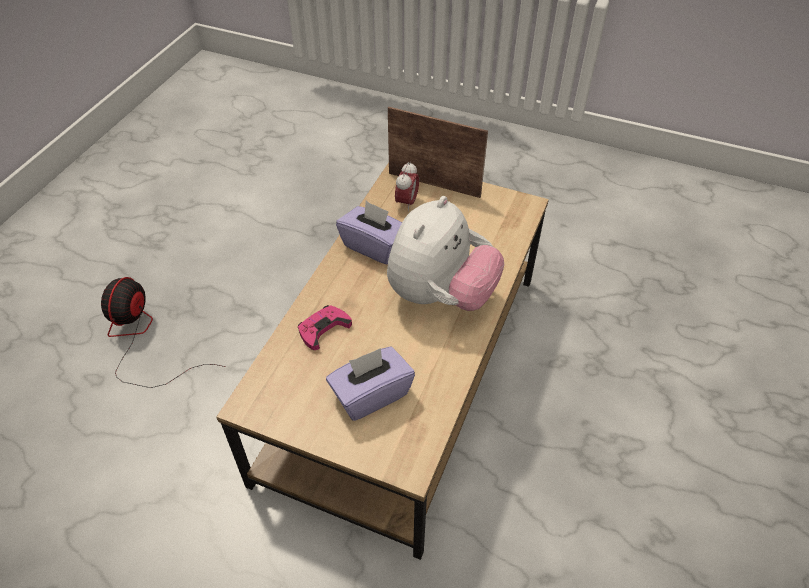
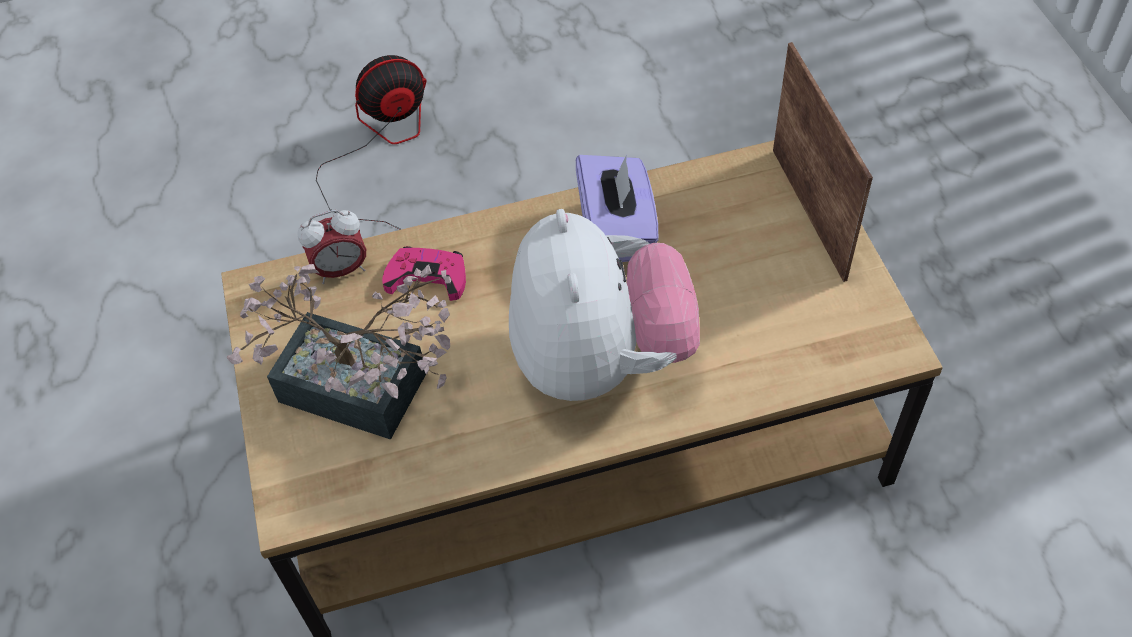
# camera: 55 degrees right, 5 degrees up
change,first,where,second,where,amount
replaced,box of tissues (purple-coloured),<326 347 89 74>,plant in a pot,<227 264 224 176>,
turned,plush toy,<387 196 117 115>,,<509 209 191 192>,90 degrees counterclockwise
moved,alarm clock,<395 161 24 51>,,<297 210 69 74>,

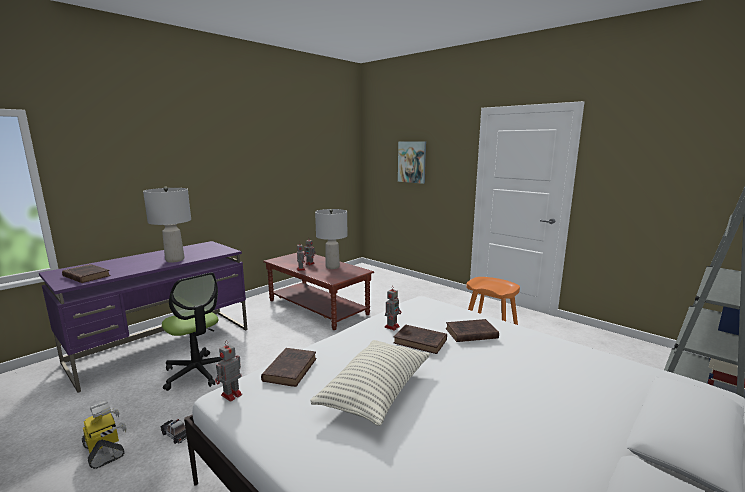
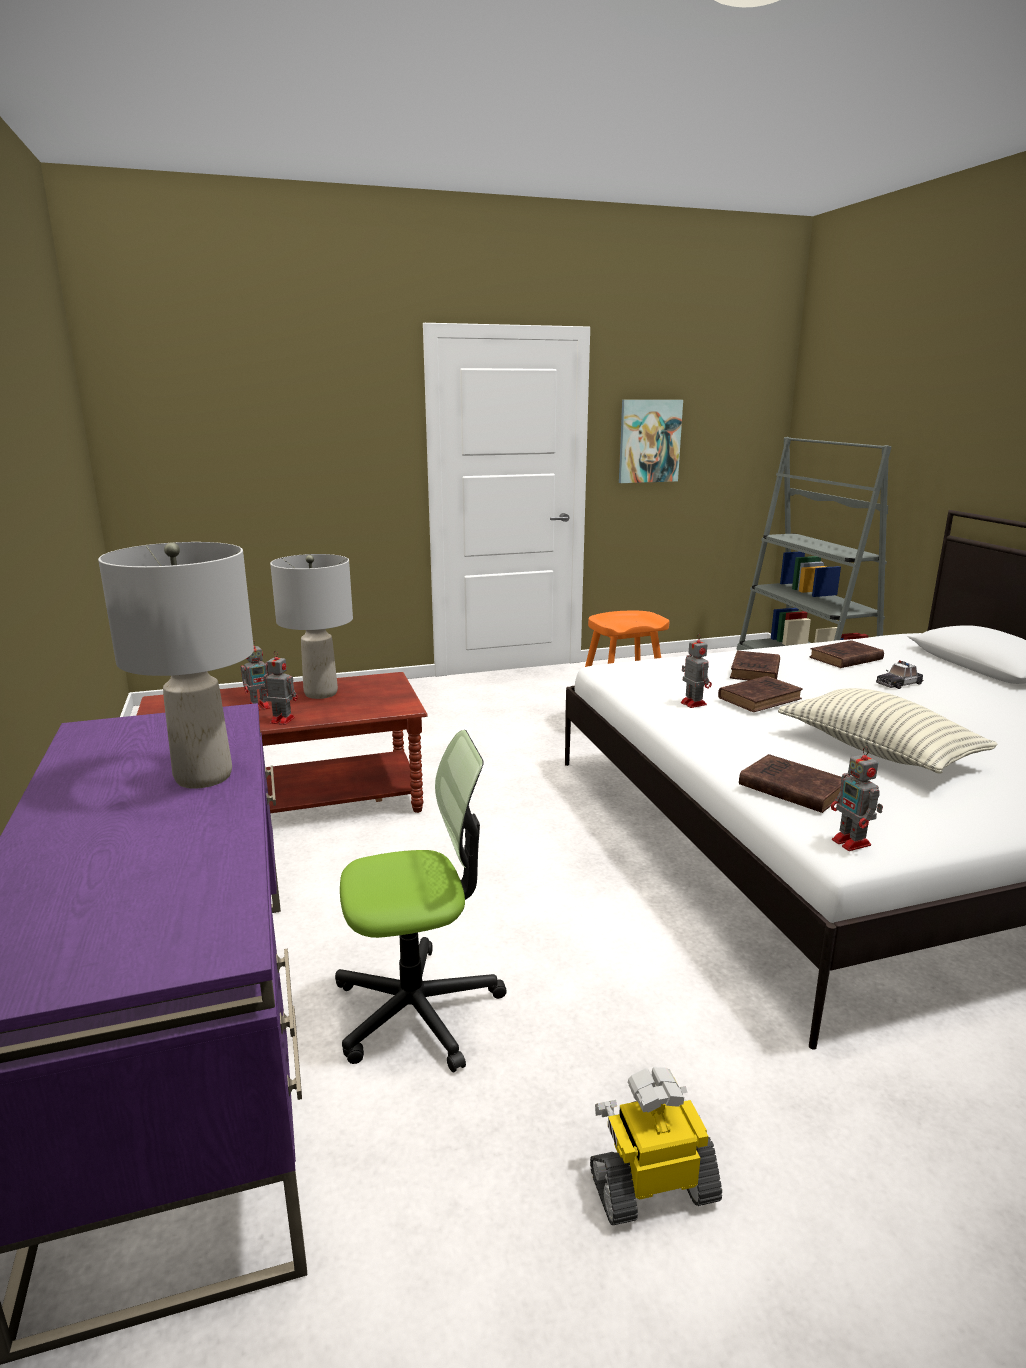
# camera: 60 degrees left, 5 degrees up
change,first,where,second,where,amount
moved,bound book (brown-coloured),<62 264 49 19>,,<809 640 75 28>,
moved,toy car,<161 419 26 25>,,<876 660 47 29>,
moved,wall picture,<398 141 28 43>,,<619 400 64 83>,

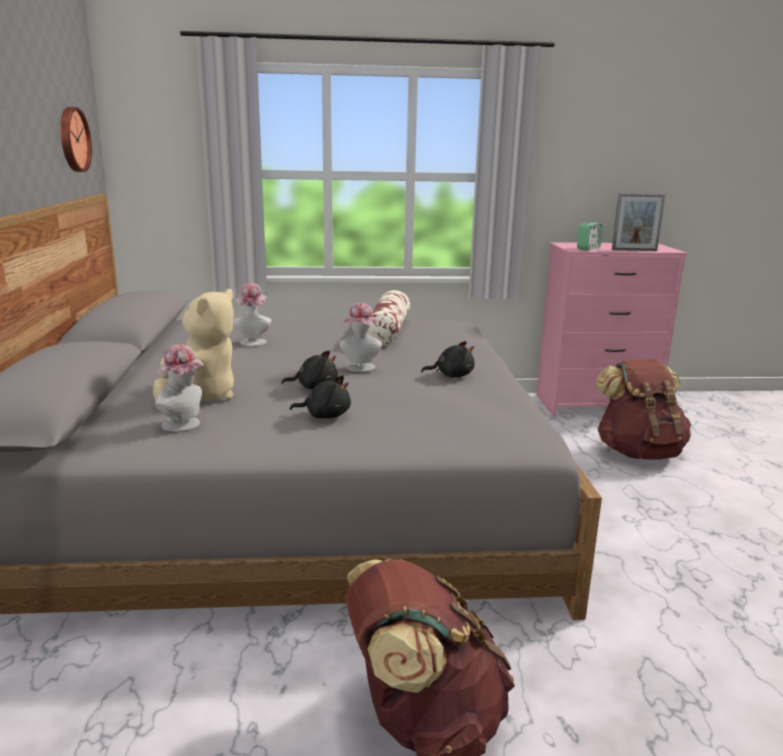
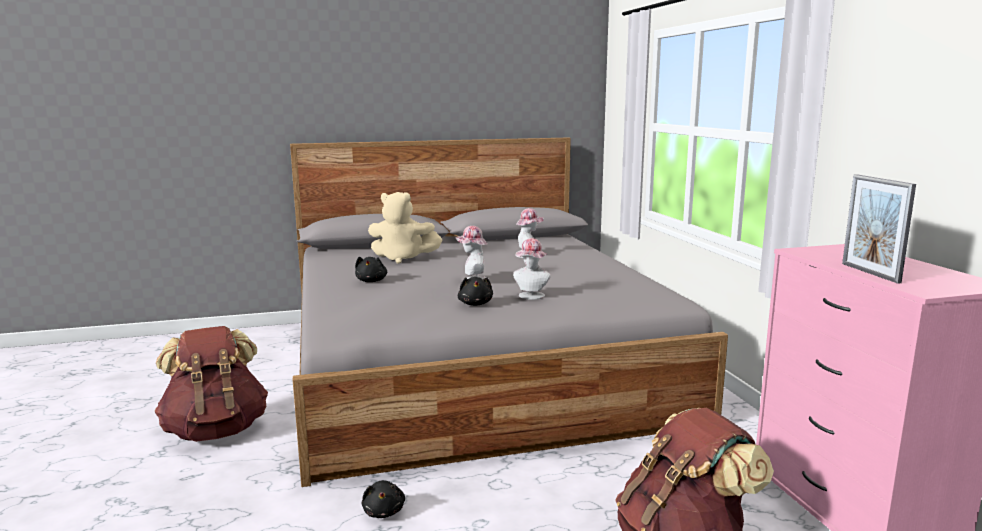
# camera: 80 degrees right, 5 degrees down
change,first,where,second,where,amount
removed,clock on the wall,<60 107 32 65>,,,
moved,clothing hat,<155 344 50 88>,,<513 238 38 62>,
moved,plush toy (black-coloured),<281 351 57 39>,,<362 480 43 38>,
removed,pillow,<368 290 42 56>,,,
removed,alarm clock,<577 223 25 28>,,,

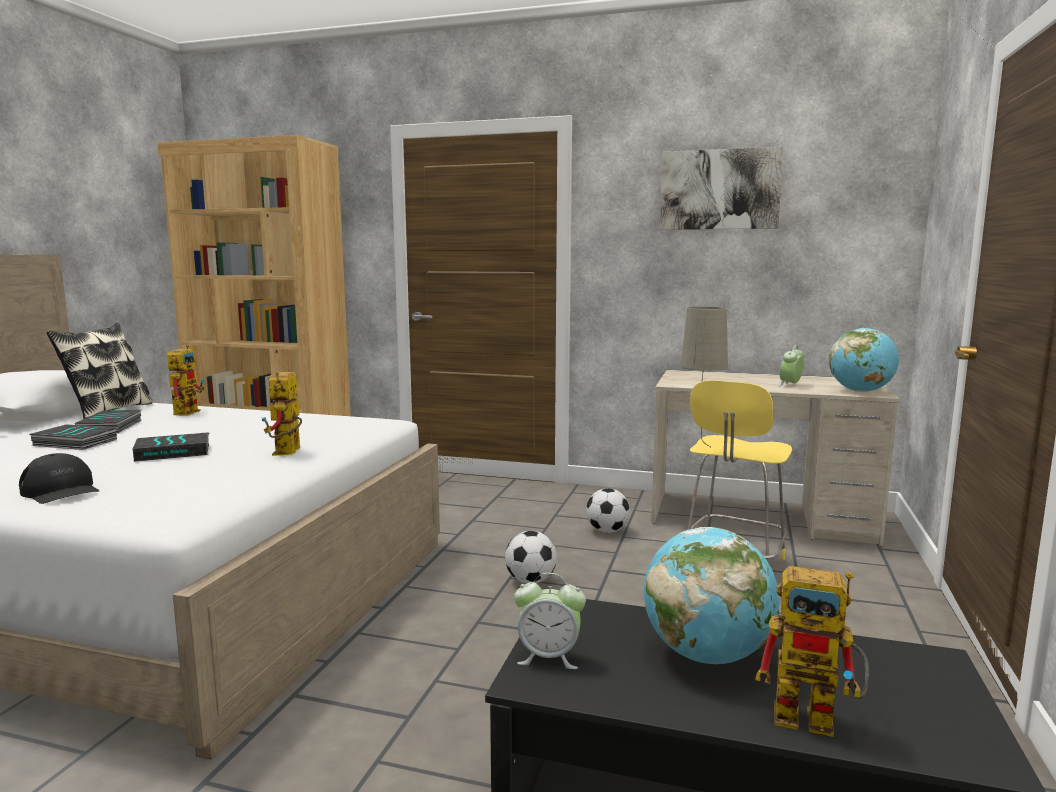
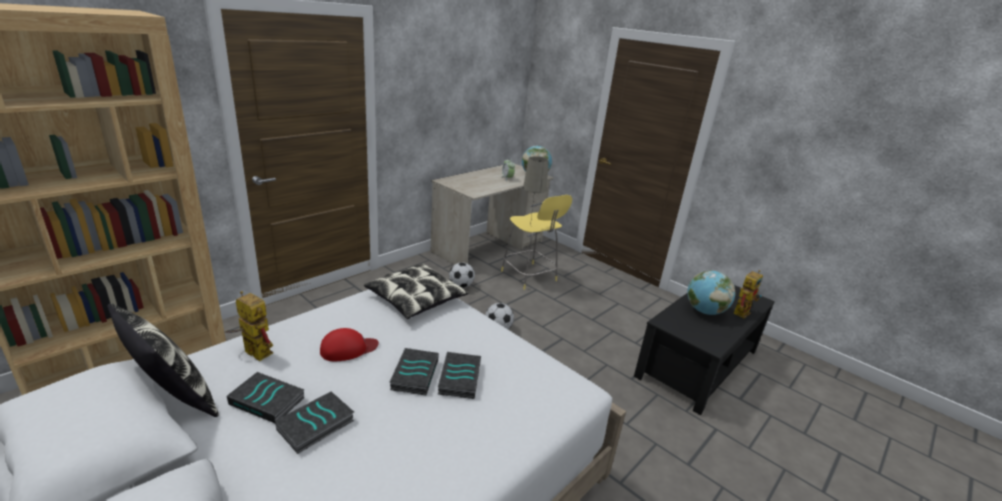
# camera: 65 degrees left, 15 degrees up
change,first,where,second,where,amount
removed,peaked cap (black-coloured),<19 453 81 51>,,,
removed,robot figure,<262 372 40 84>,,,
removed,alarm clock,<514 573 72 96>,,,
removed,wall picture,<660 147 124 83>,,,
added,,,peaked cap (red),<320 328 59 33>,
added,,,pillow,<364 263 104 56>,
added,,,bound book,<438 352 43 47>,

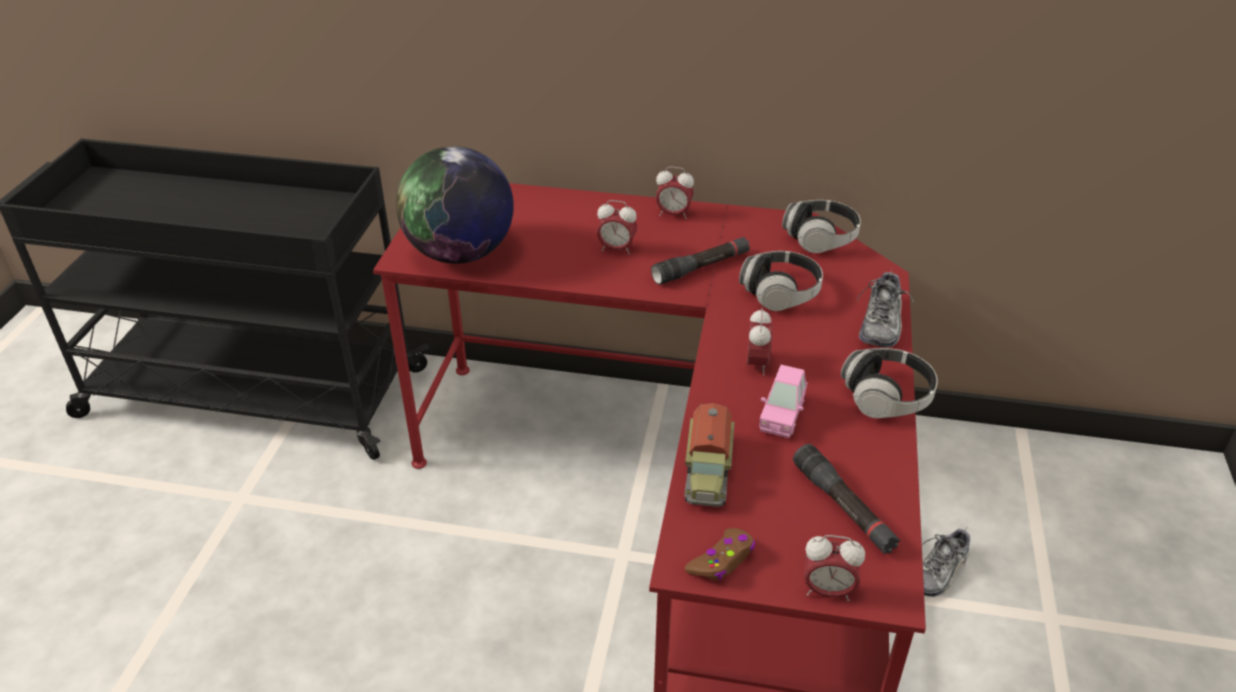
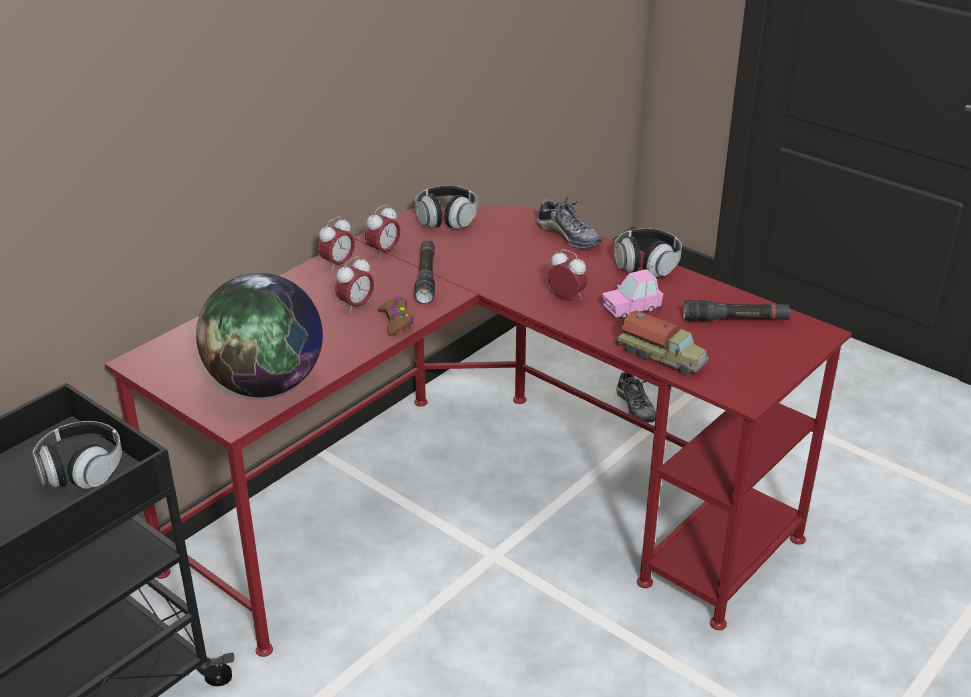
# camera: 60 degrees left, 5 degrees down
change,first,where,second,where,amount
moved,gamepad (brown-coloured),<685 528 70 52>,,<378 296 36 40>,
moved,headphones,<739 251 84 60>,,<32 421 90 68>,
turned,toy car (pinkish),<759 365 49 73>,,<602 269 61 50>,105 degrees clockwise
moved,alarm clock,<804 535 61 66>,,<365 205 35 54>,

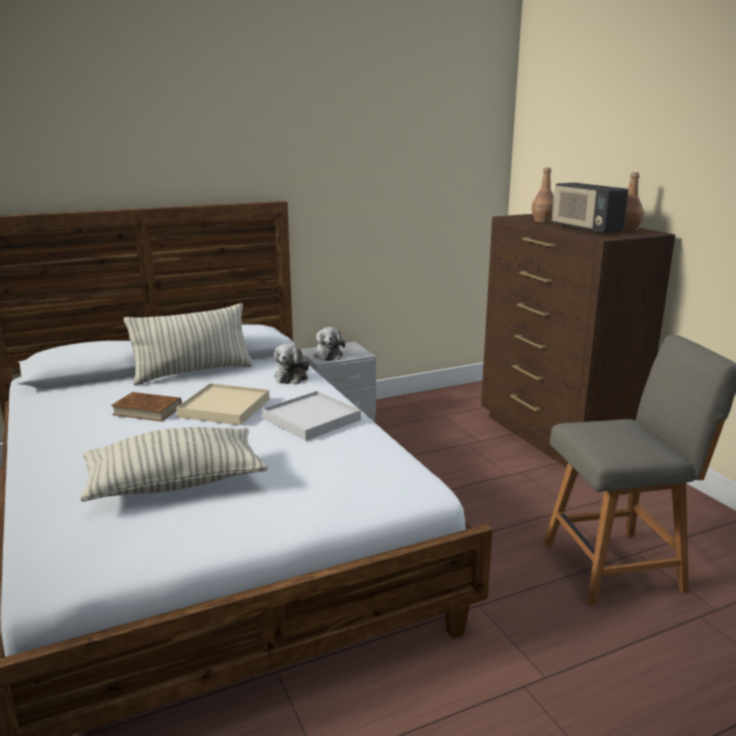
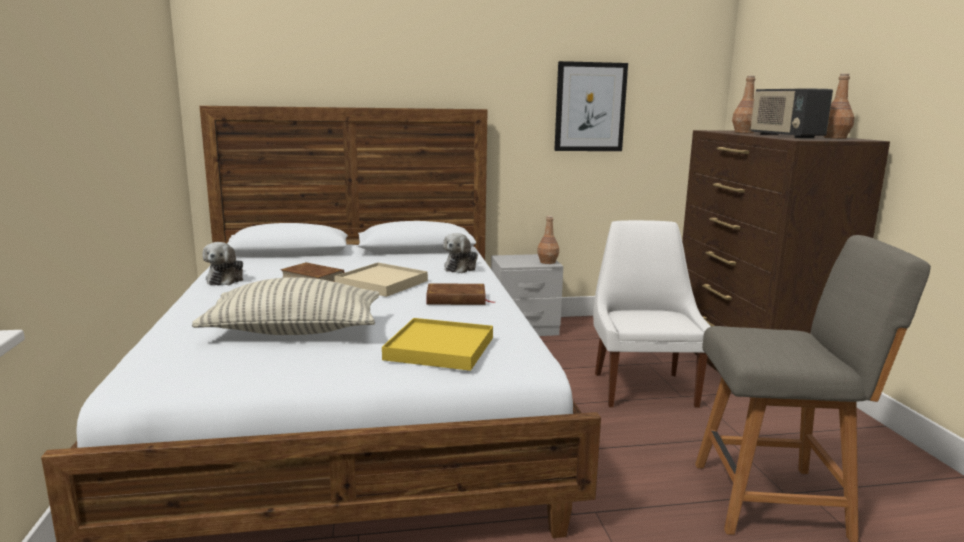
# camera: 15 degrees right, 5 degrees down
change,first,where,second,where,amount
removed,pillow,<124 303 129 82>,,,
replaced,tray (whitish),<262 391 99 50>,bound book (brown-coloured),<426 283 69 22>,
moved,plush toy,<313 327 32 34>,,<203 242 40 43>,
added,,,tray (yellow),<382 318 111 53>,
added,,,drink bottle (brown-coloured),<537 216 22 48>,
added,,,wall picture,<554 61 74 90>,
added,,,plain chair (whitish),<593 220 118 188>,

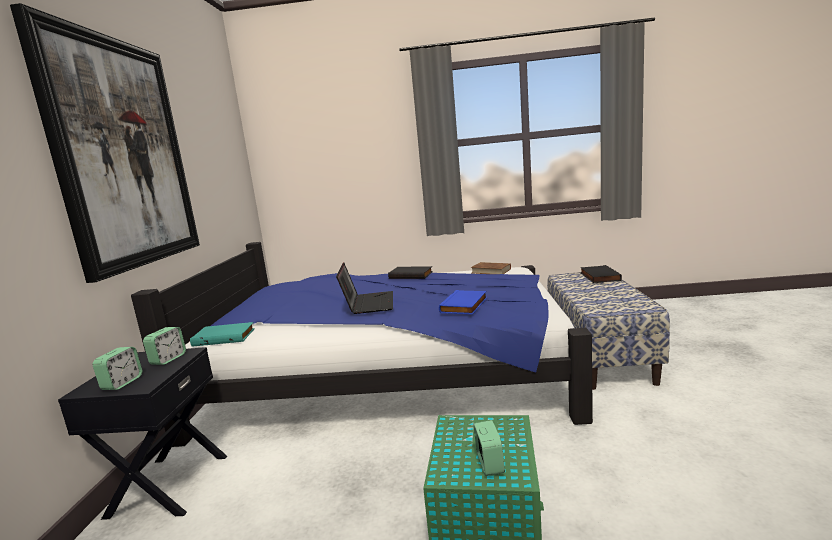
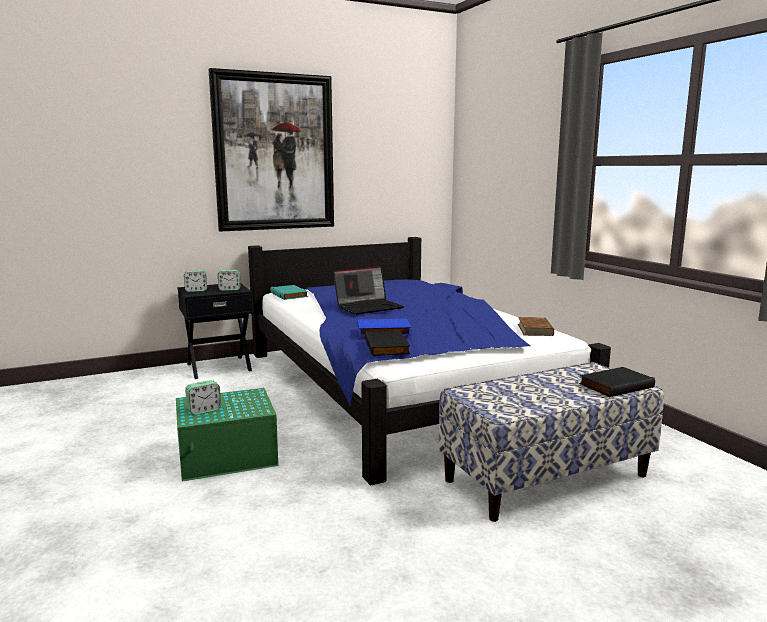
# camera: 60 degrees right, 0 degrees up
change,first,where,second,where,amount
moved,bound book (black-coloured),<388 266 45 13>,,<365 331 45 25>,

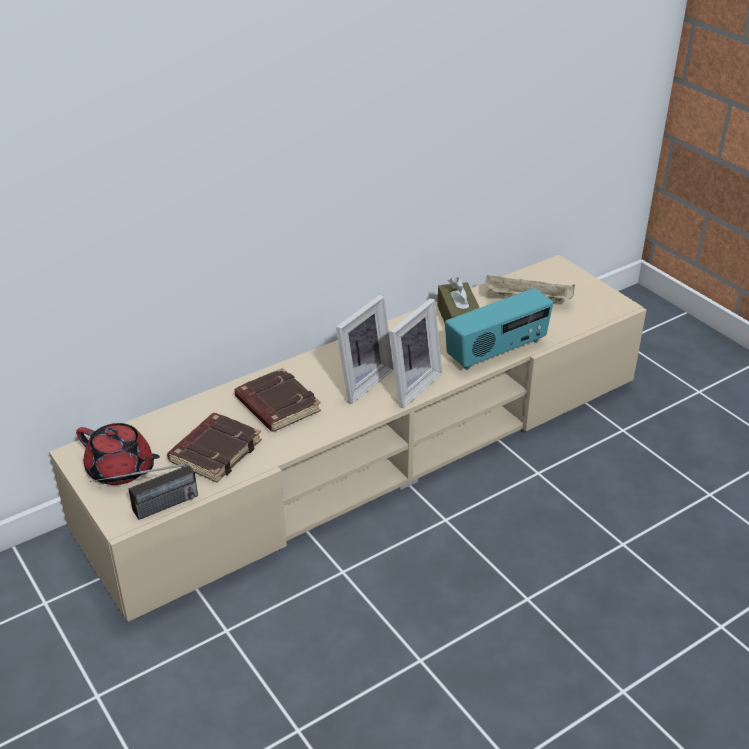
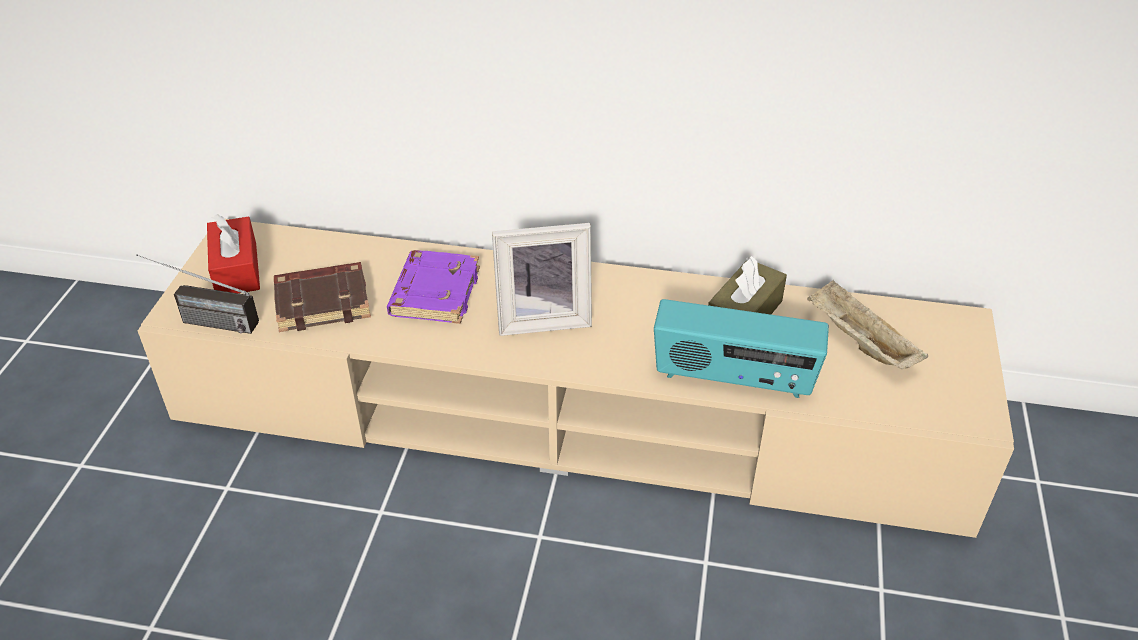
# camera: 45 degrees right, 5 degrees up
change,first,where,second,where,amount
replaced,tea pot (red),<76 423 84 62>,box of tissues (red),<207 214 53 79>,
recoloured,bound book (brown-coloured),<234 368 87 64>,bound book (purple-coloured),<387 250 93 74>,
removed,photo frame,<389 298 53 110>,,,

